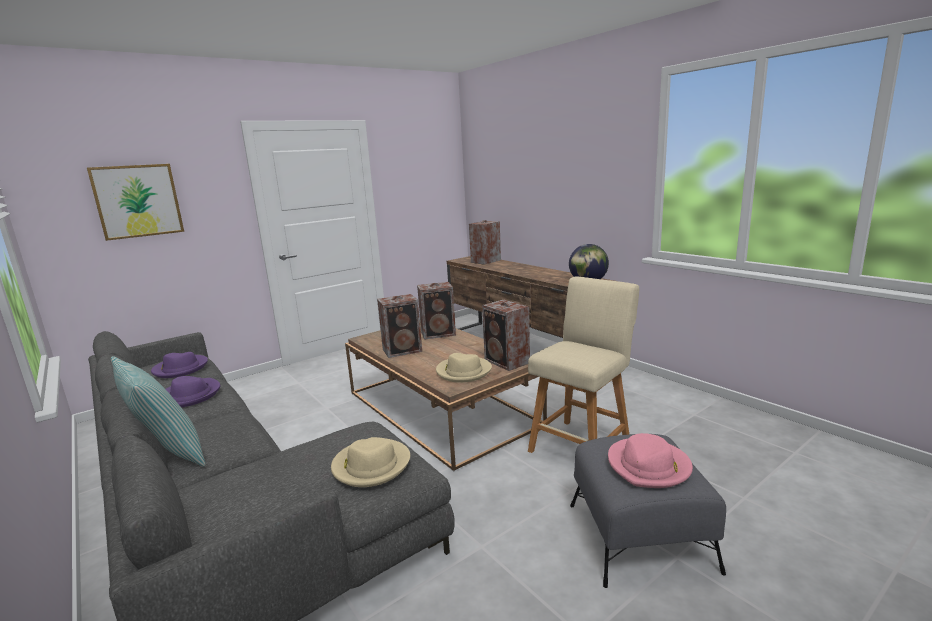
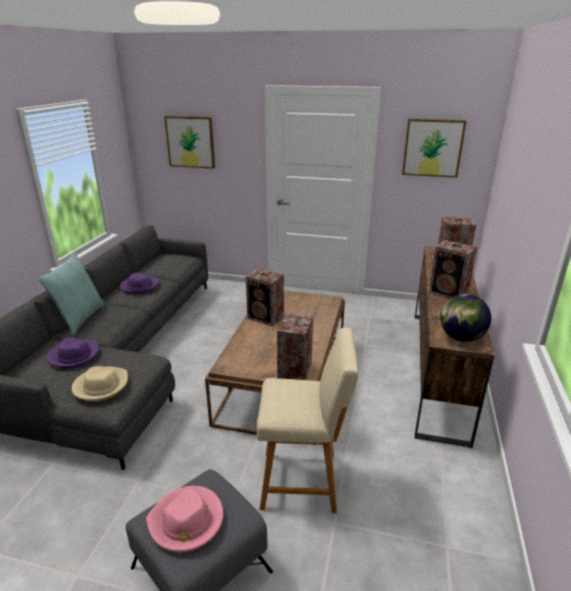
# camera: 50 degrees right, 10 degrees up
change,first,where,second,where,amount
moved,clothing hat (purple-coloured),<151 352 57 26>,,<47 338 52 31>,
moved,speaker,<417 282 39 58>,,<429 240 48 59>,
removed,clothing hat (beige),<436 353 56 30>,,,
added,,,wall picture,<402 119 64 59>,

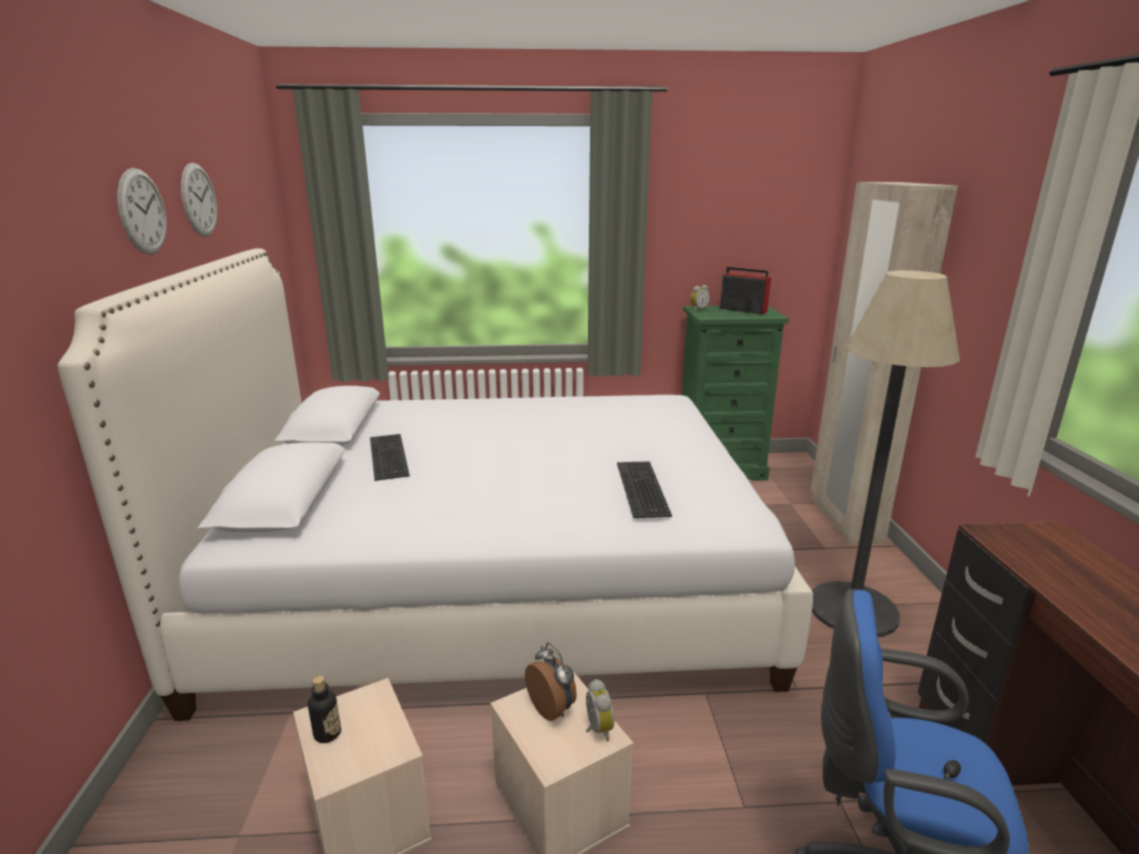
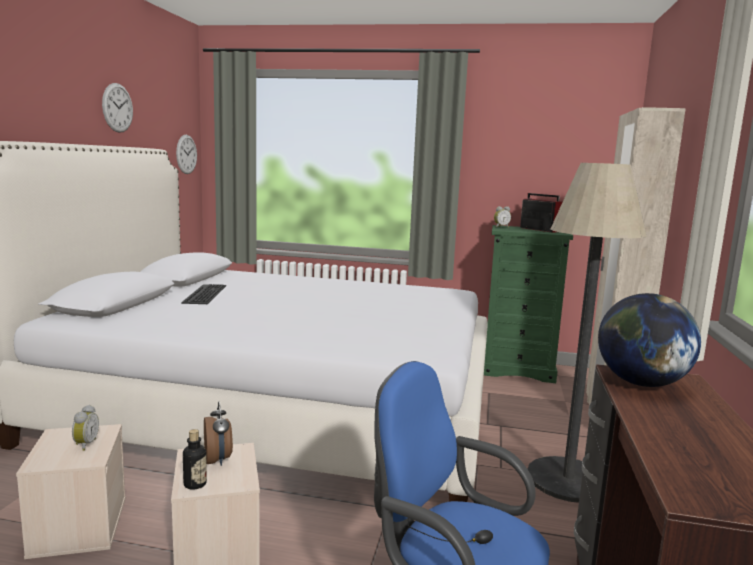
# camera: 15 degrees right, 10 degrees down
change,first,where,second,where,amount
moved,clock on the wall,<117 168 50 87>,,<176 135 21 39>,
moved,drink bottle,<308 676 33 67>,,<183 429 24 61>,
moved,alarm clock,<586 679 28 62>,,<72 405 27 46>,
removed,PC keyboard,<617 461 55 57>,,,
added,,,desk globe,<598 293 103 94>,

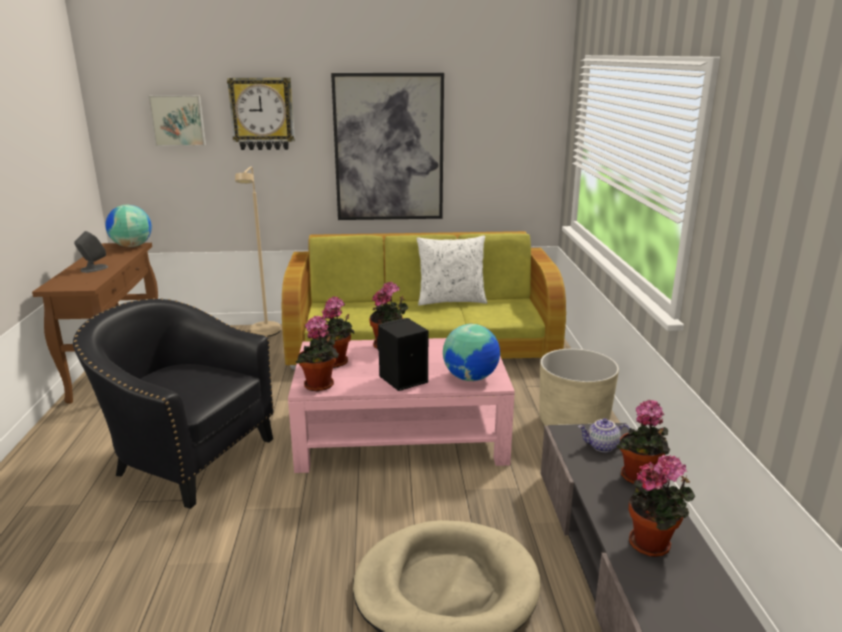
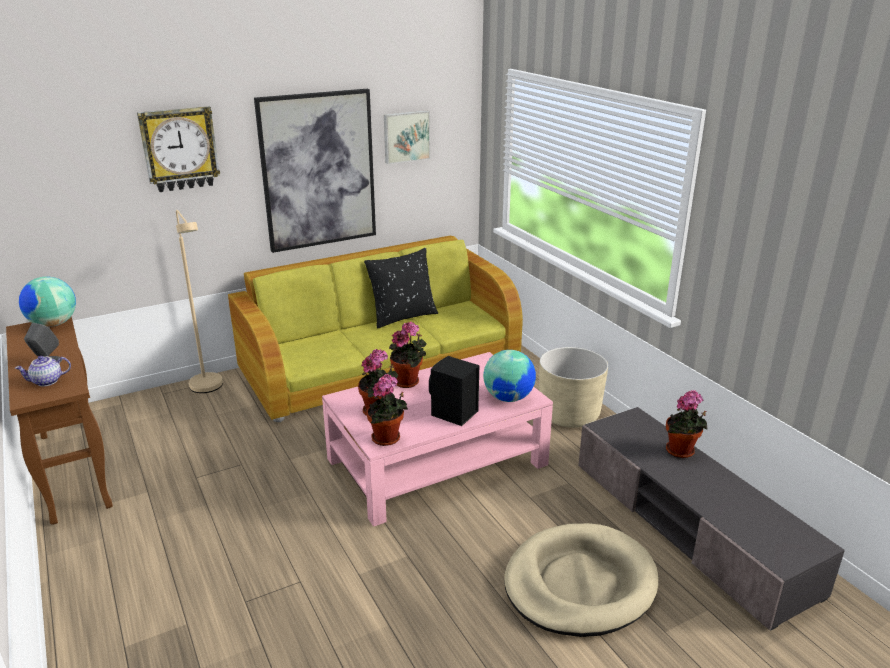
# camera: 25 degrees left, 5 degrees up
change,first,where,second,where,amount
removed,lounge chair (black-coloured),<73 298 201 211>,,,
moved,wall picture,<148 95 58 51>,,<384 110 46 54>,
recoloured,pillow (whitish),<417 235 70 71>,pillow (black-coloured),<364 248 74 80>,
moved,tea pot,<578 418 52 34>,,<15 356 56 30>,
removed,plant in a pot,<629 455 66 102>,,,

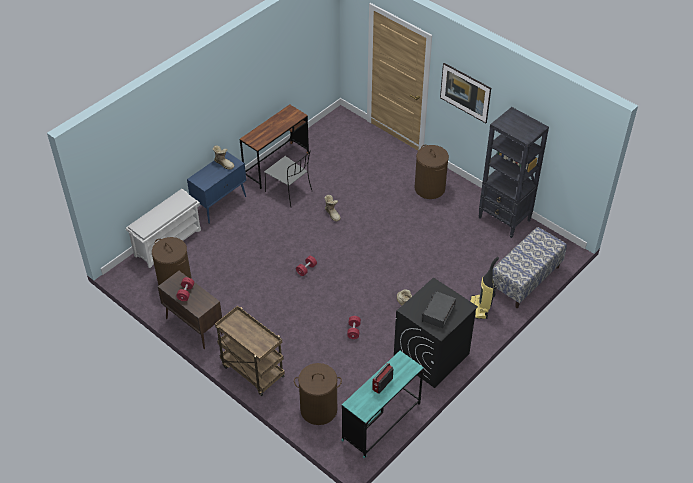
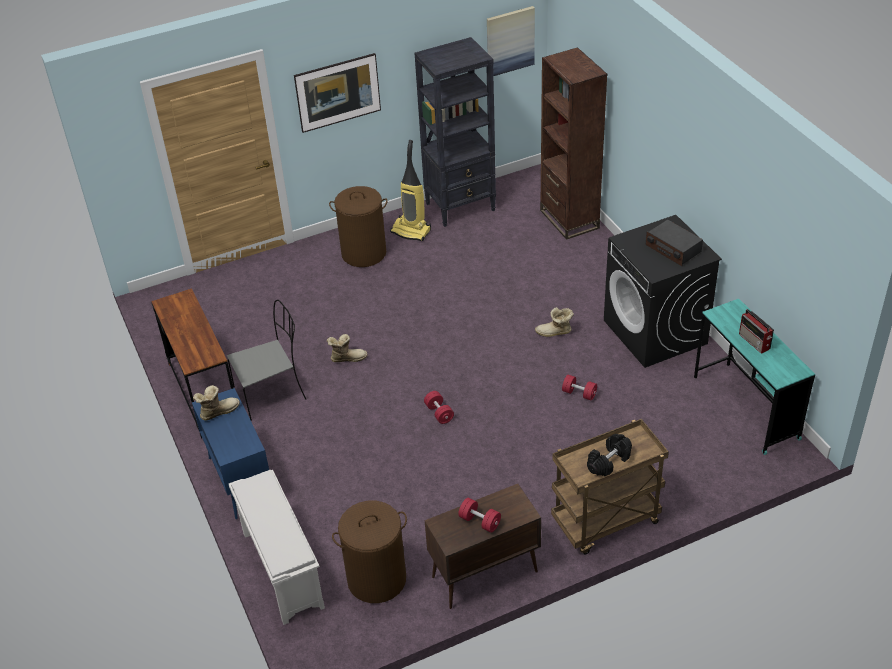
# camera: 65 degrees left, 5 degrees down
change,first,where,second,where,amount
removed,hamper (brown-coloured),<294 363 48 62>,,,
moved,hoover,<470 257 29 62>,,<390 140 41 101>,
replaced,long seat,<493 227 74 81>,bookshelf (brown-coloured),<540 47 67 193>,
added,,,wall picture,<487 6 48 70>,
added,,,hand weight (black-coloured),<587 434 45 42>,

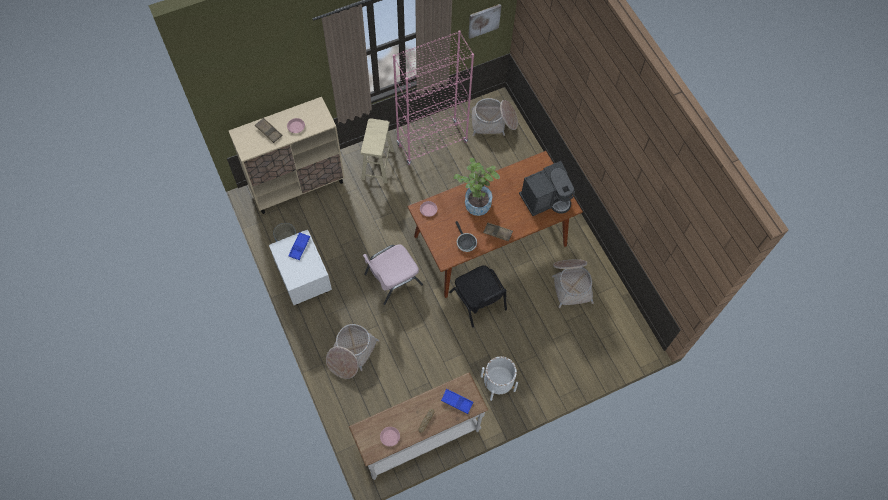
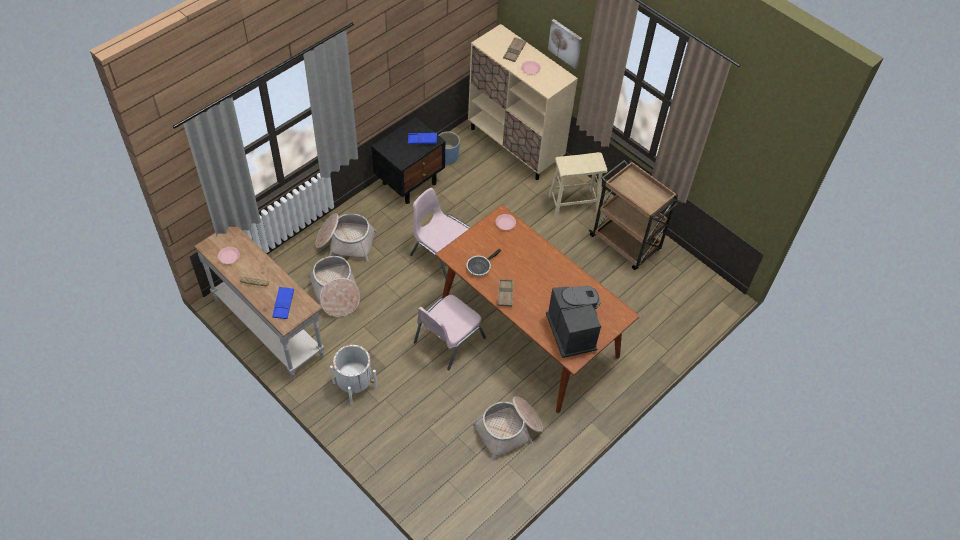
# camera: 70 degrees right, 10 degrees down
change,first,where,second,where,amount
recoloured,night table (whitish),<269 230 63 75>,night table (black-coloured),<371 117 74 87>,
replaced,bookshelf (pinkish),<393 30 81 135>,wheeled cart (brown-coloured),<589 160 92 110>,
recoloured,plain chair (black-coloured),<449 265 58 63>,plain chair (pinkish),<414 295 72 75>,
removed,plant in a pot,<454 158 46 58>,,,
moved,wall picture,<468 4 33 35>,,<548 19 34 50>,
moved,storage basket,<471 98 47 38>,,<309 256 51 61>,
turned,coffee maker,<519 161 56 55>,,<546 286 55 72>,150 degrees counterclockwise

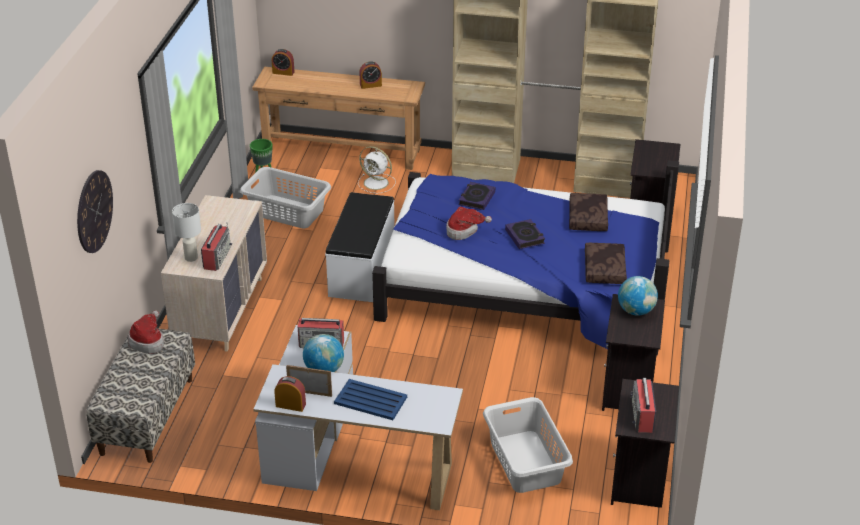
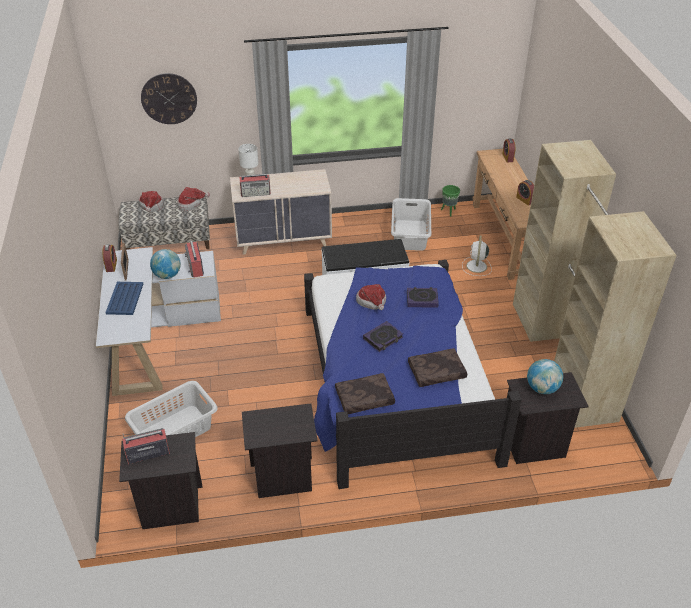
# camera: 70 degrees right, 5 degrees up
change,first,where,second,where,amount
moved,desk globe,<618 276 40 40>,,<527 359 36 35>,
added,,,clothing hat,<139 191 24 21>,

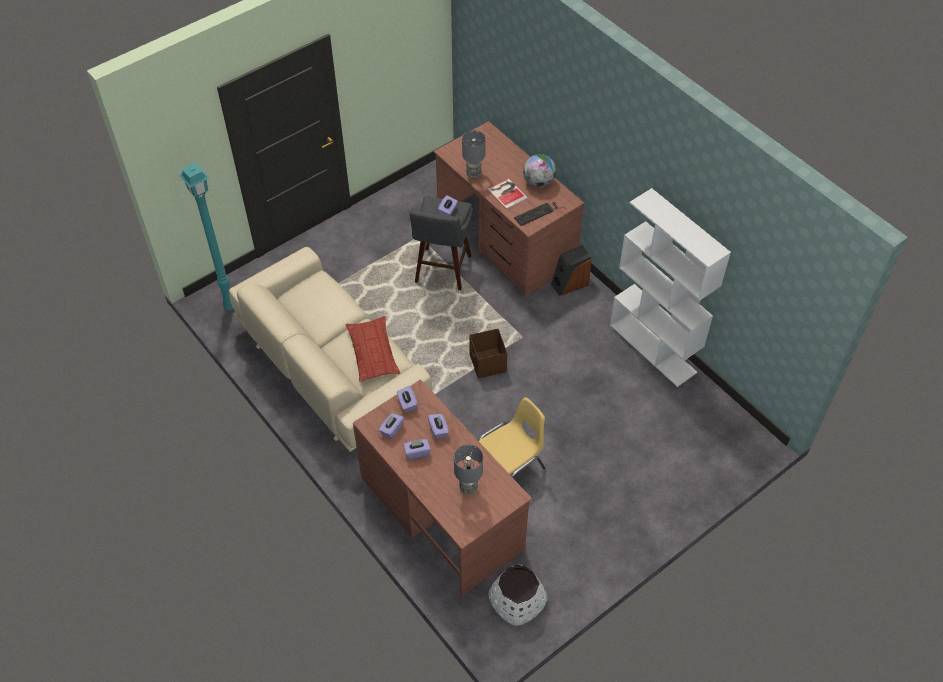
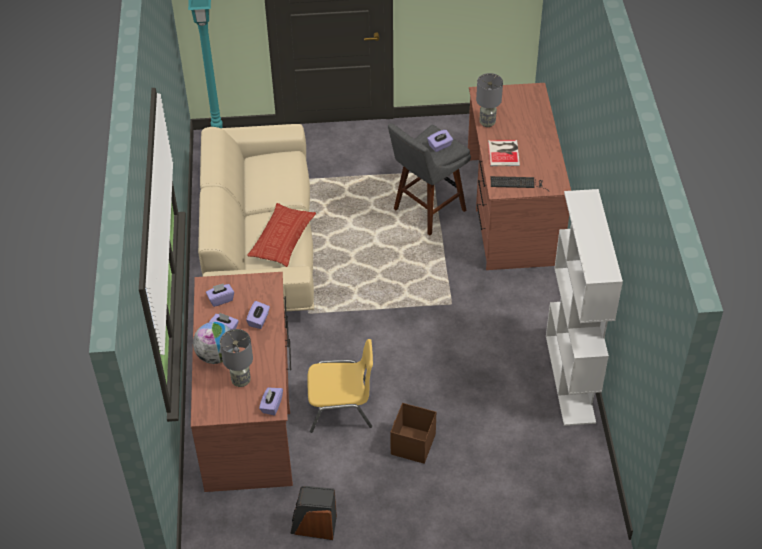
# camera: 35 degrees right, 5 degrees down
change,first,where,second,where,amount
moved,box of tissues (purple-coloured),<397 386 21 26>,,<259 388 24 28>,
moved,storage container (brown-coloured),<469 329 38 49>,,<390 403 46 61>,
removed,plant pot (whitish),<488 565 60 61>,,,
moved,desk globe,<523 154 33 33>,,<193 322 41 42>,
moved,speaker,<551 245 41 51>,,<290 486 47 54>,

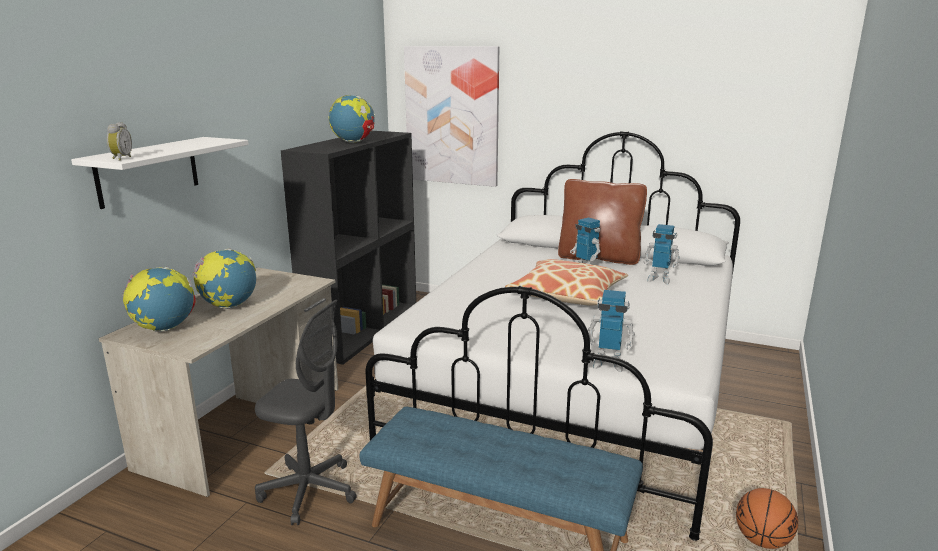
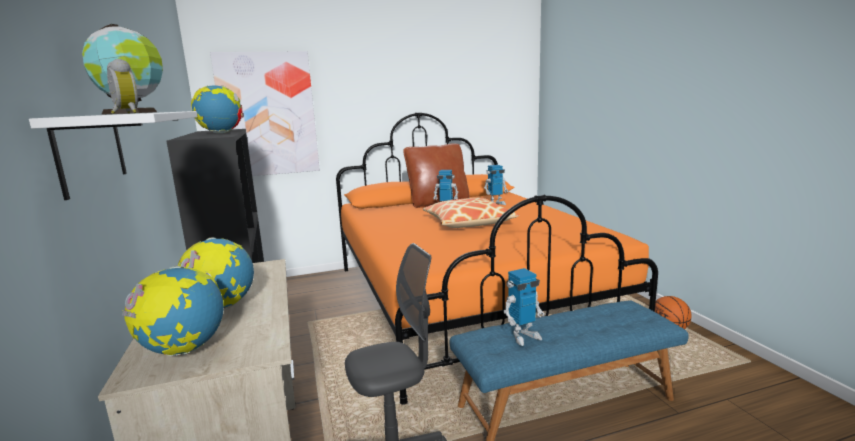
# camera: 40 degrees left, 5 degrees down
change,first,where,second,where,amount
recoloured,bed (whitish),<365 131 375 410>,bed (orange-coloured),<336 113 322 292>,
moved,robot figure,<588 290 47 82>,,<503 268 41 78>,
added,,,desk globe,<82 24 81 91>,

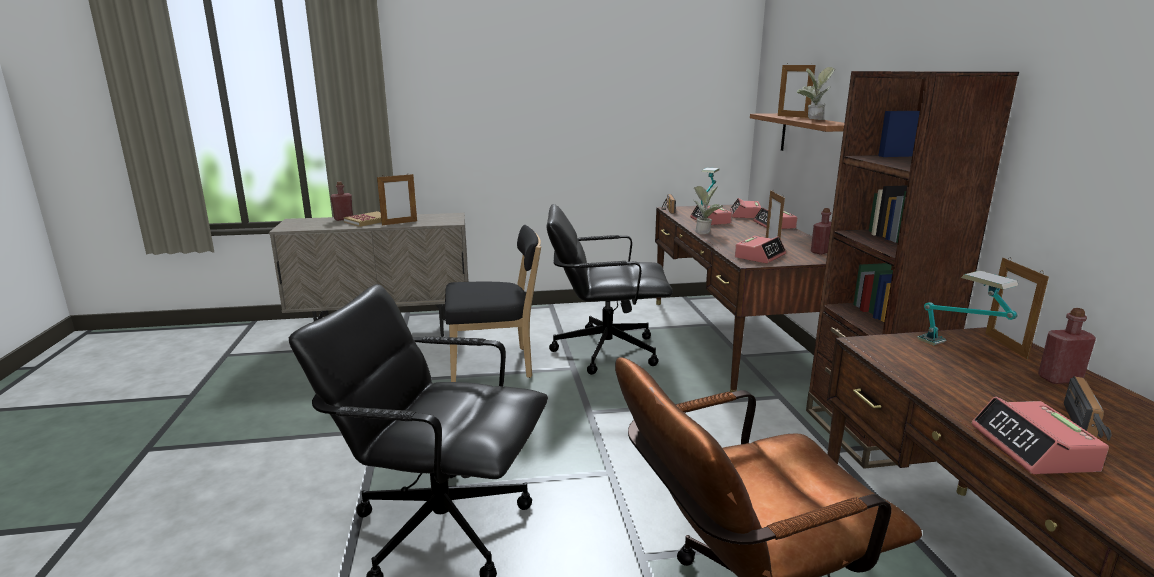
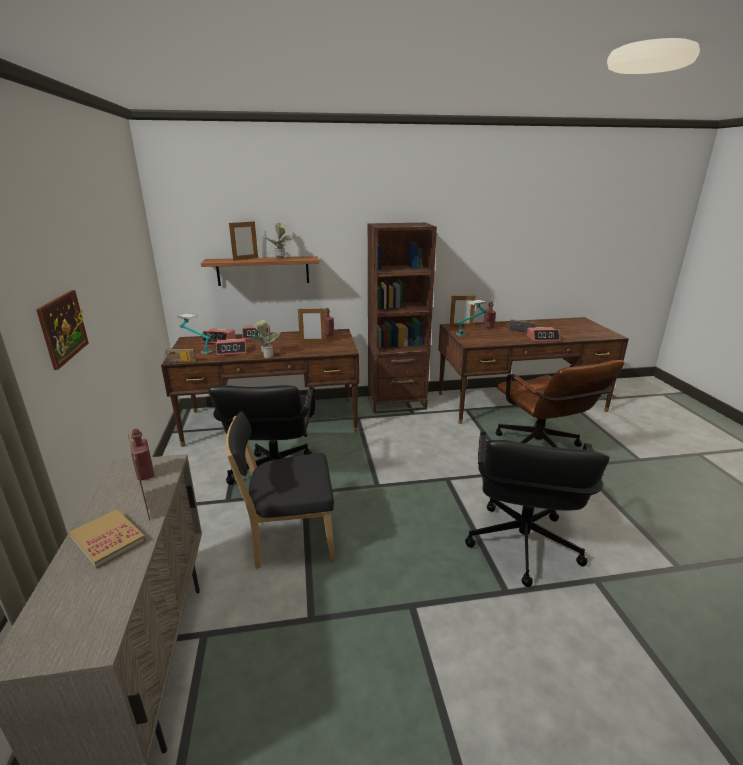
# camera: 90 degrees left, 5 degrees up
change,first,where,second,where,amount
moved,drink bottle (red),<330 182 23 39>,,<130 429 24 52>,
turned,plain chair (black-coloured),<445 225 96 157>,,<226 411 109 158>,90 degrees counterclockwise
removed,alarm clock,<735 236 51 27>,,,
added,,,wall picture,<36 290 53 80>,

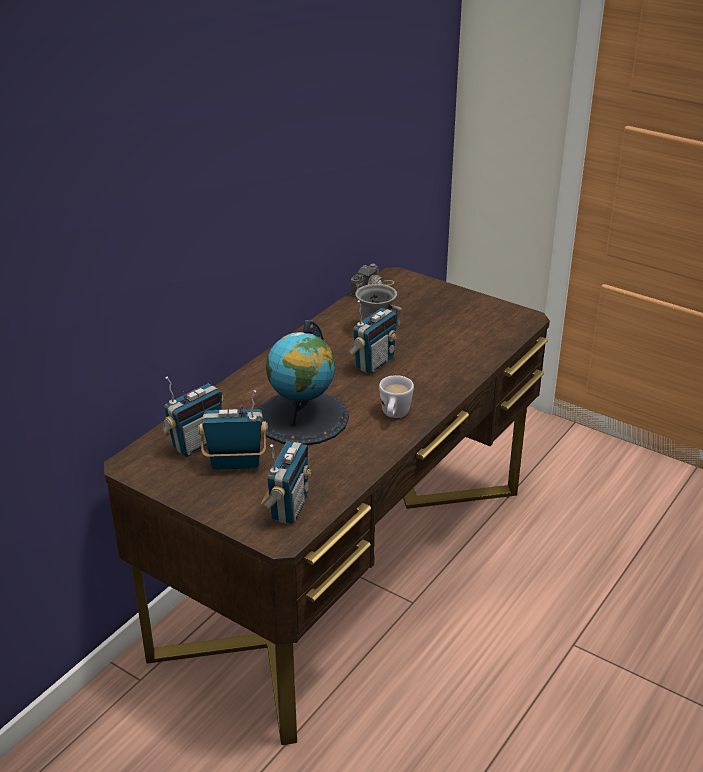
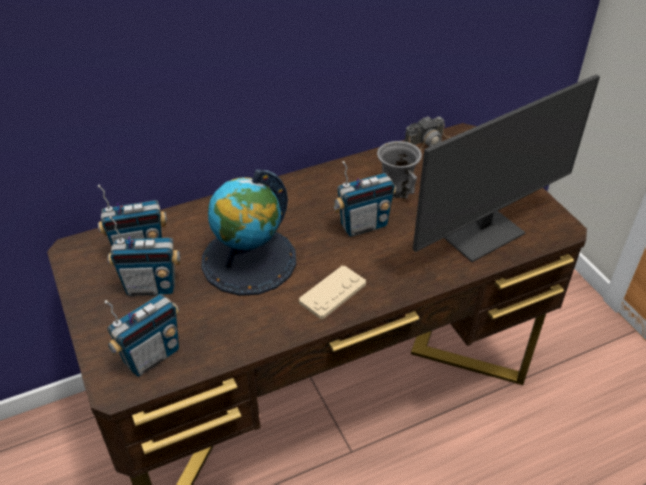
# camera: 30 degrees right, 10 degrees up
change,first,where,second,where,amount
turned,radio,<198 390 70 80>,,<108 216 72 80>,150 degrees clockwise
replaced,mug (whitish),<379 375 35 43>,gamepad (beige),<299 265 67 54>,
added,,,computer display,<413 74 187 188>,

